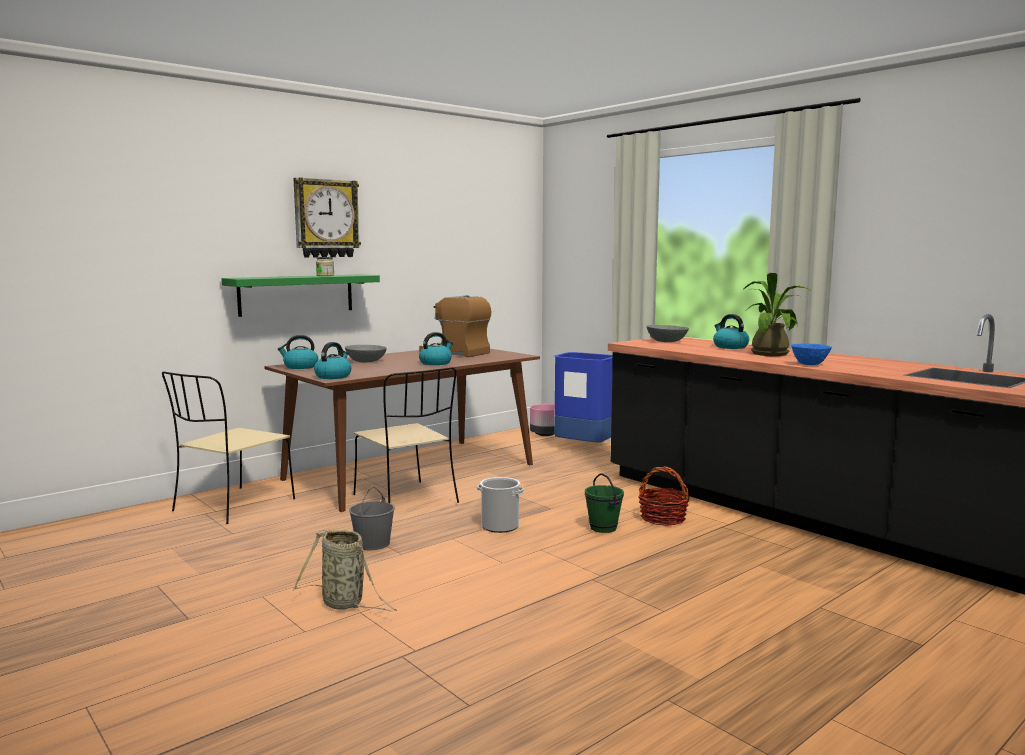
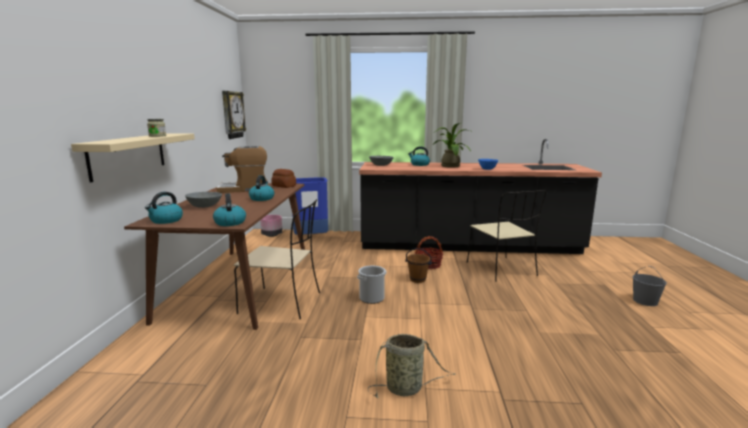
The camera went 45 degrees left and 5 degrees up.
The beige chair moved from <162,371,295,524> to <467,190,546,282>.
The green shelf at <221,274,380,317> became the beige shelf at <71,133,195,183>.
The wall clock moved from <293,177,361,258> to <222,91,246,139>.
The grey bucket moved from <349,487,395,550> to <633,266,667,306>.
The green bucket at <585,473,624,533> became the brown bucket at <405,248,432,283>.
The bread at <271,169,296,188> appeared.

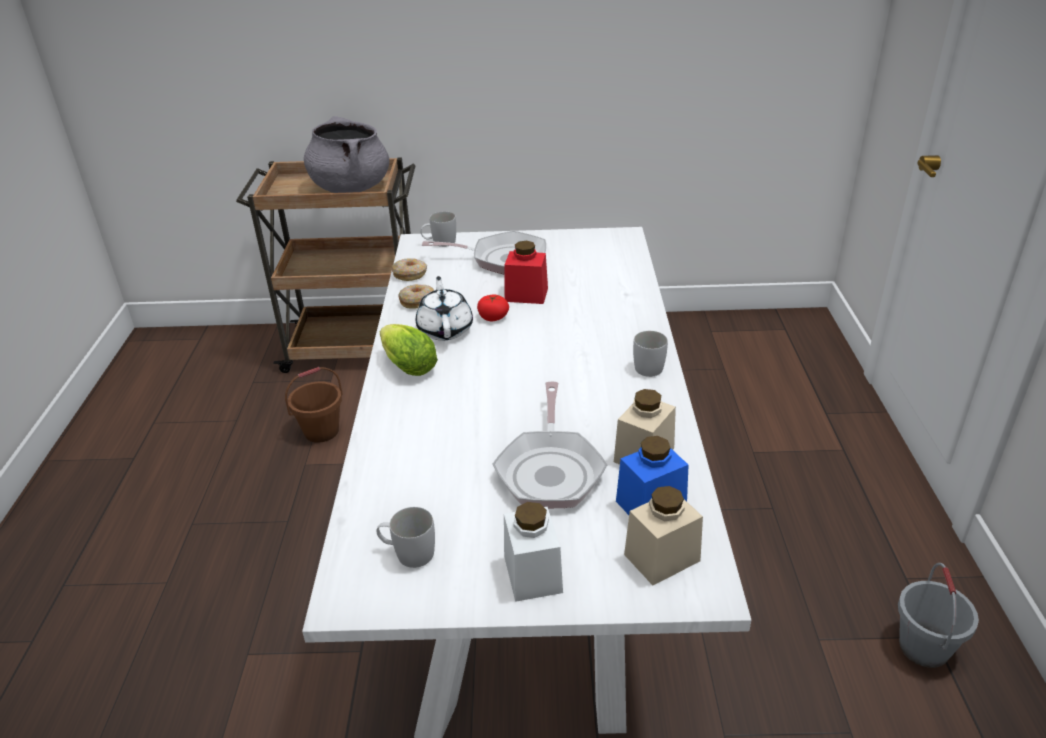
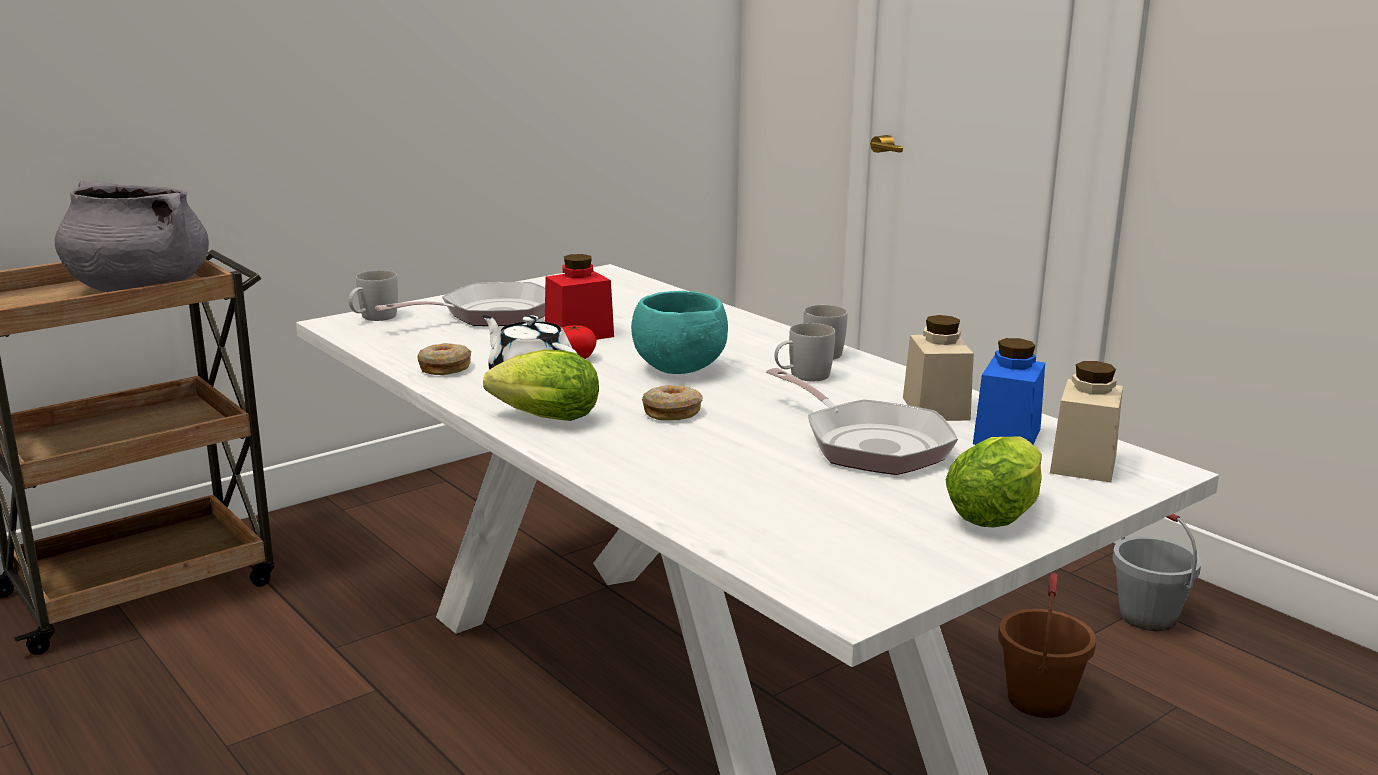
The camera went 40 degrees left and 15 degrees down.
The brown bucket moved from <285,367,342,443> to <999,573,1096,718>.
The white mug moved from <376,507,435,568> to <774,323,835,381>.
The donut moved from <392,258,427,281> to <642,385,703,420>.
The white jar at <504,502,563,602> was replaced by the lettuce at <946,436,1042,528>.
The turquoise bowl at <631,291,728,374> appeared.

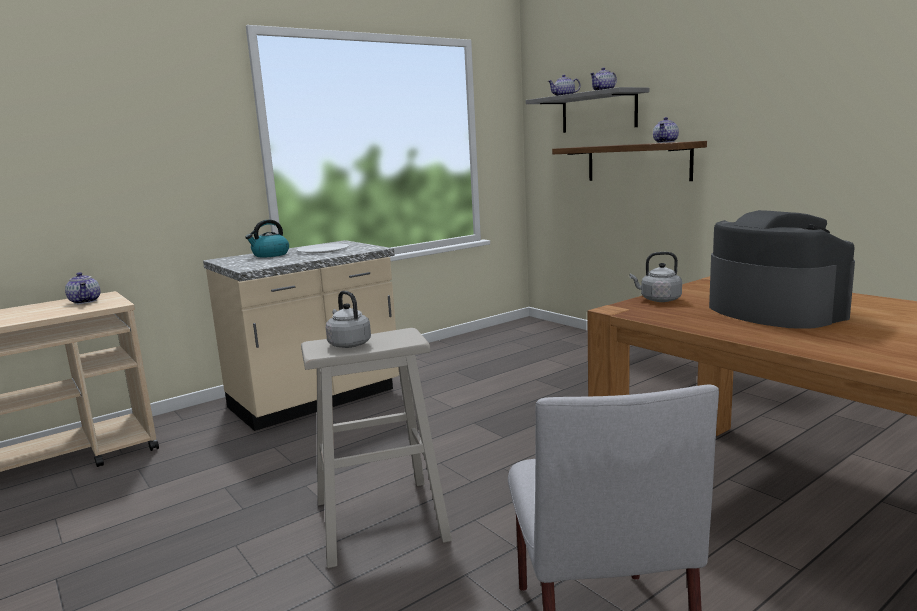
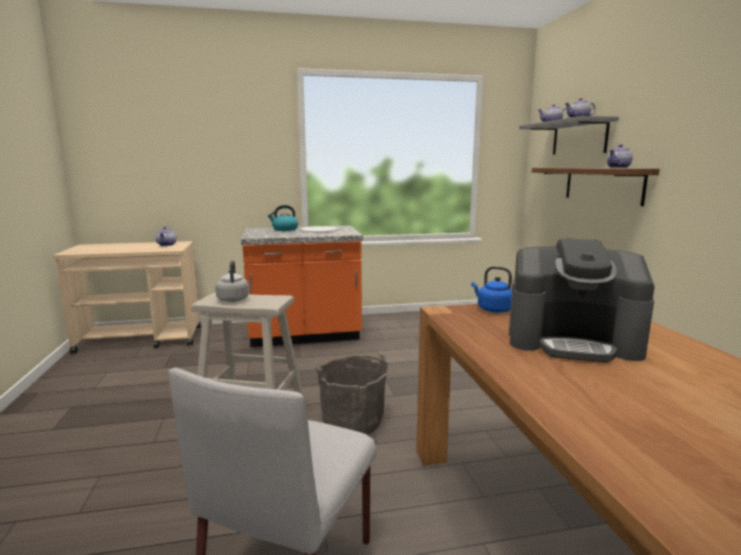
The camera went 25 degrees right and 0 degrees up.
The beige counter at <203,240,400,431> became the orange counter at <241,225,363,347>.
The grey kettle at <630,252,682,302> became the blue kettle at <471,266,512,313>.
The coffee machine at <709,210,855,329> turned 105 degrees clockwise.
The grey bucket at <315,355,388,435> appeared.

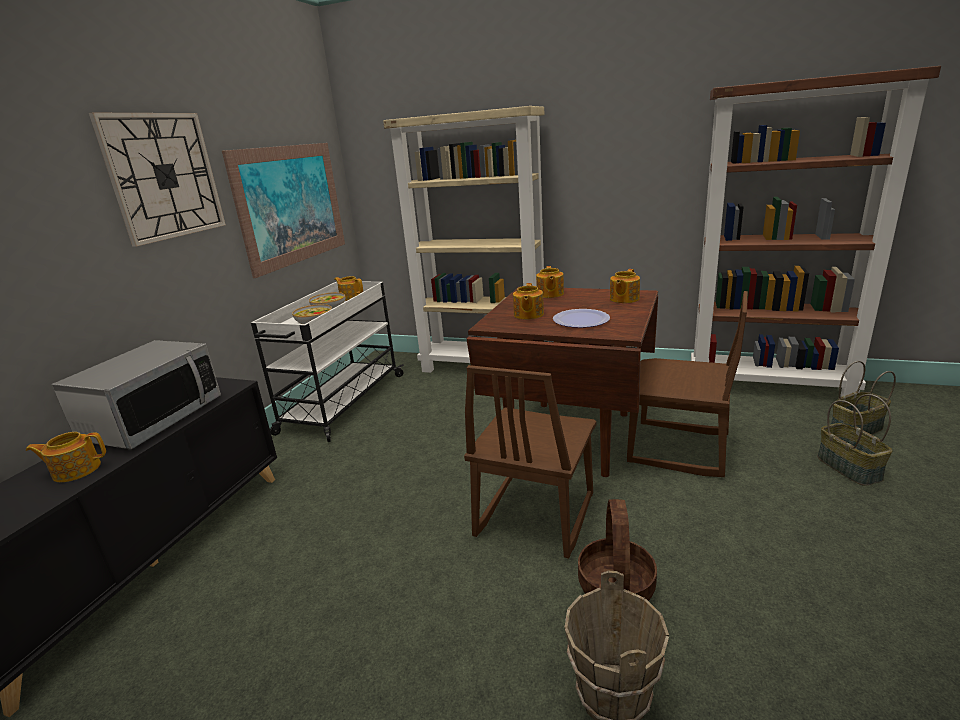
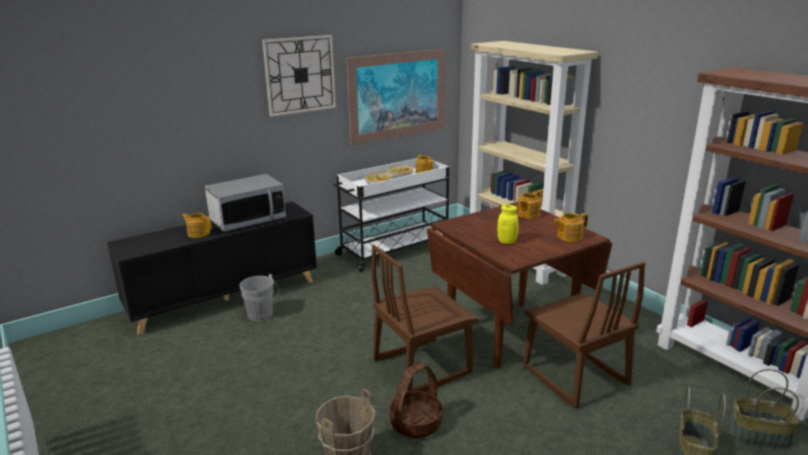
The camera went 35 degrees right and 0 degrees up.
The teapot at <513,283,544,319> disappeared.
The plate at <553,309,610,328> was replaced by the yellow jar at <497,205,518,244>.
The grey bucket at <239,274,279,321> appeared.

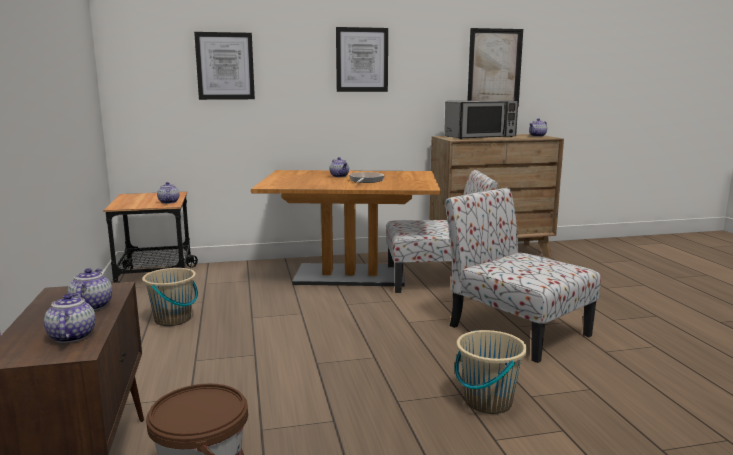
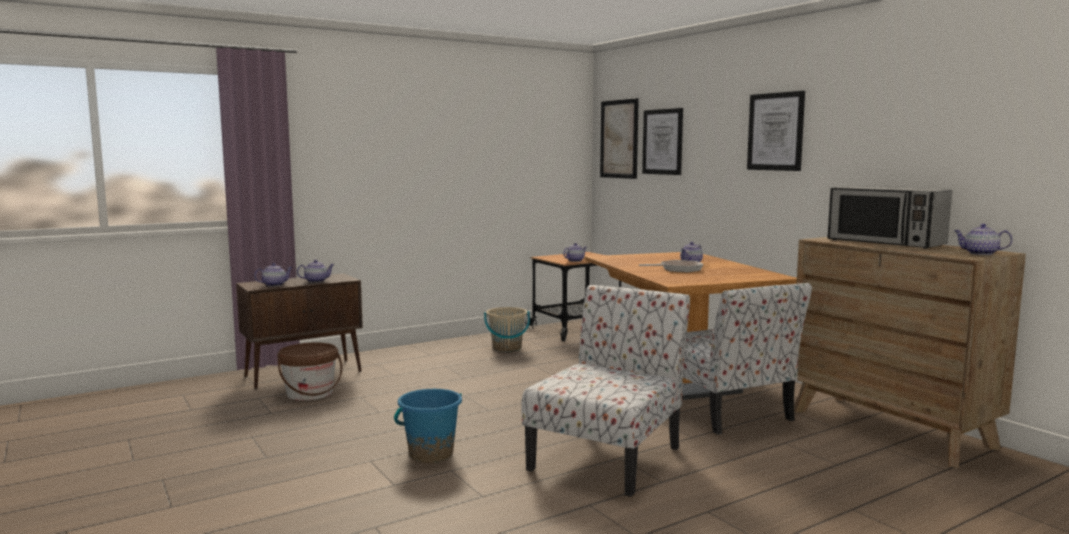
The camera went 70 degrees right and 5 degrees down.
The beige bucket at <455,330,527,414> became the blue bucket at <394,389,462,463>.
The picture moved from <467,28,523,107> to <600,98,639,179>.

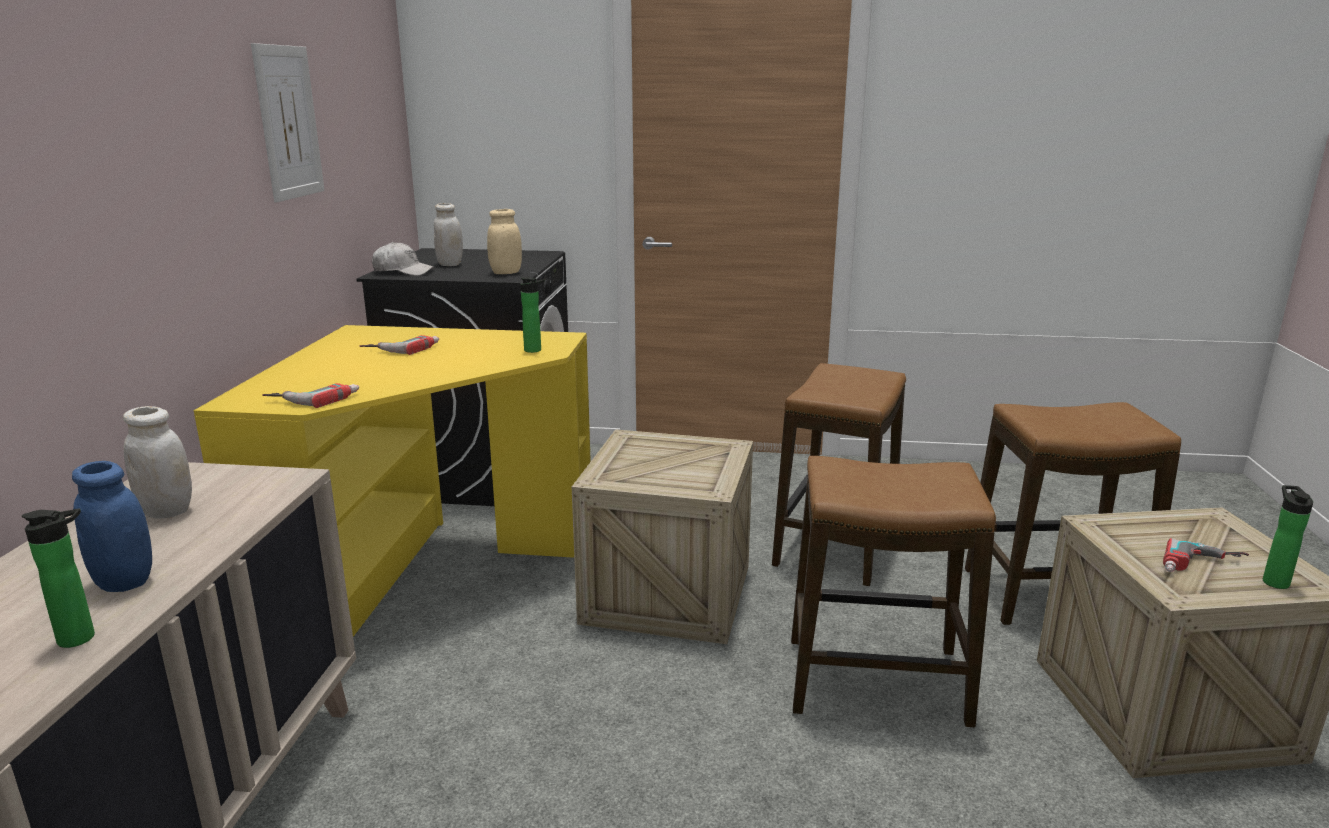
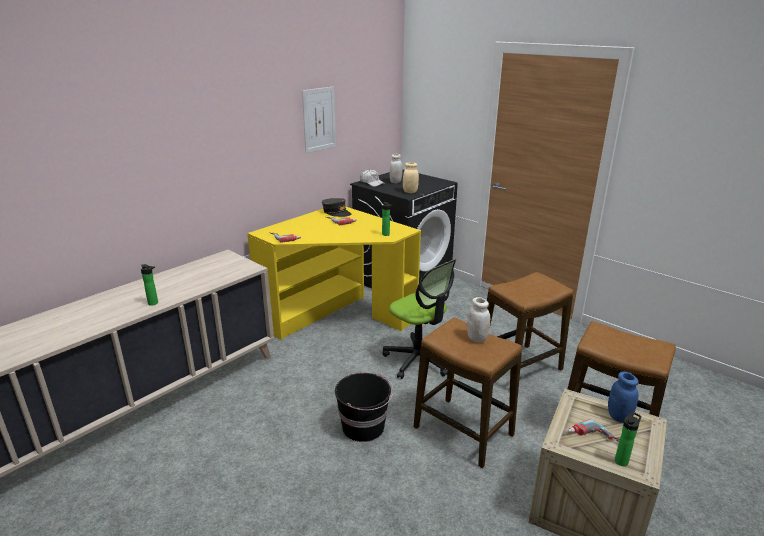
The camera went 35 degrees right and 5 degrees up.
The blue jar moved from <72,461,152,592> to <608,372,639,423>.
The white jar moved from <123,406,192,519> to <467,297,490,343>.
The crate at <572,429,753,644> was replaced by the office chair at <383,259,456,379>.
The grey cap at <322,198,351,217> appeared.
The black bucket at <335,373,394,442> appeared.

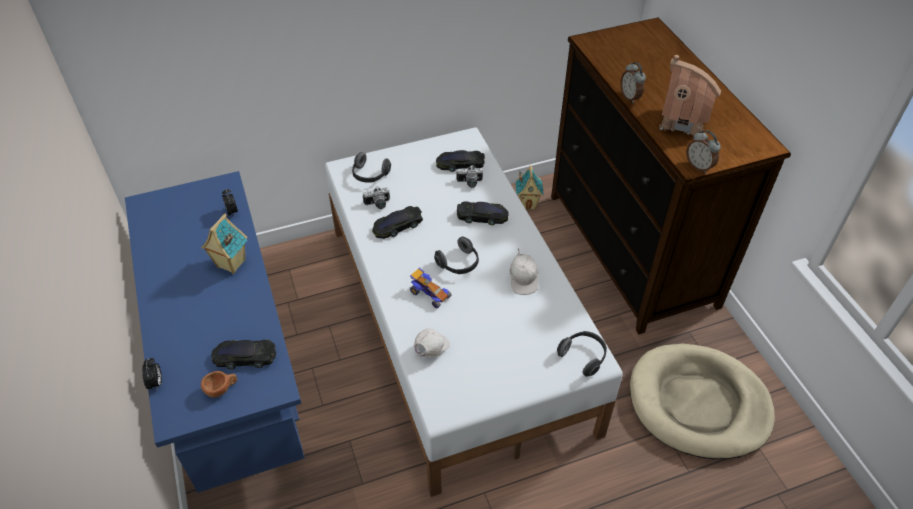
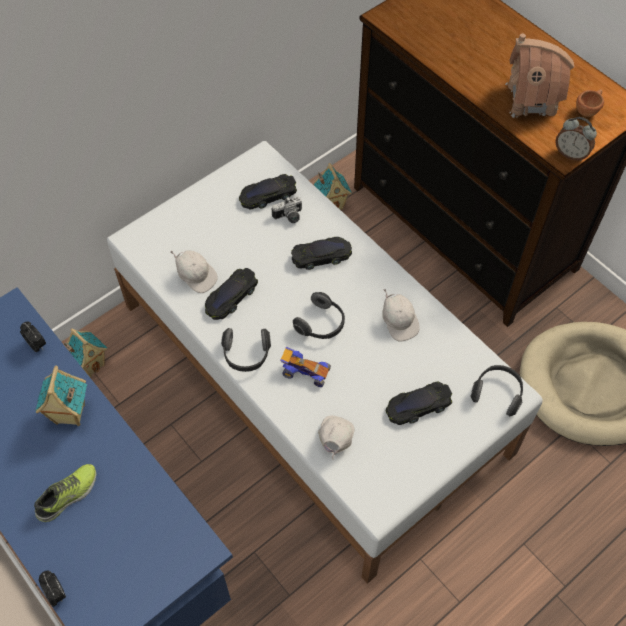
The camera went 20 degrees left and 10 degrees up.
The brown cup moved from <201,371,238,398> to <576,89,604,117>.
The black toy car moved from <211,340,276,369> to <386,381,452,425>.
The headphones moved from <352,152,391,183> to <221,328,271,372>.
The photo camera at <363,187,390,209> was replaced by the white cap at <170,250,218,293>.
The alarm clock at <621,62,646,103> disappeared.
The shoe at <34,464,96,522> appeared.
The toy house at <64,328,107,377> appeared.

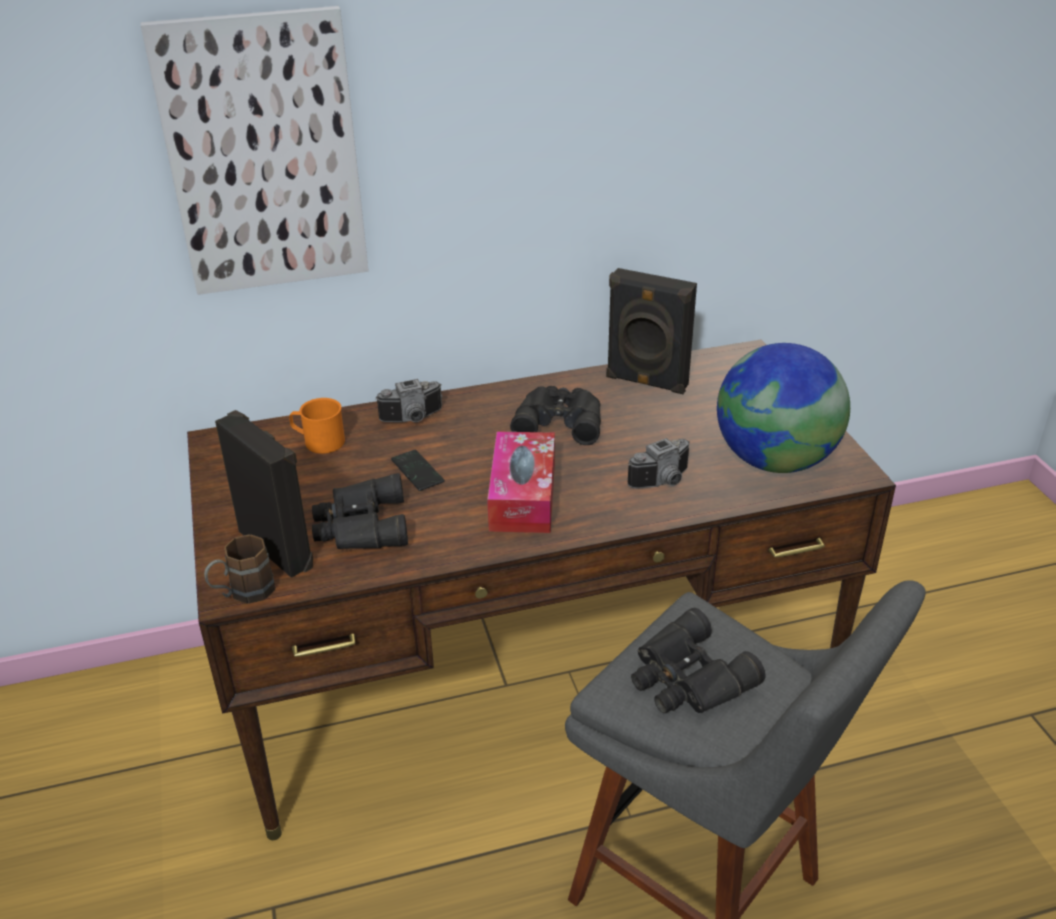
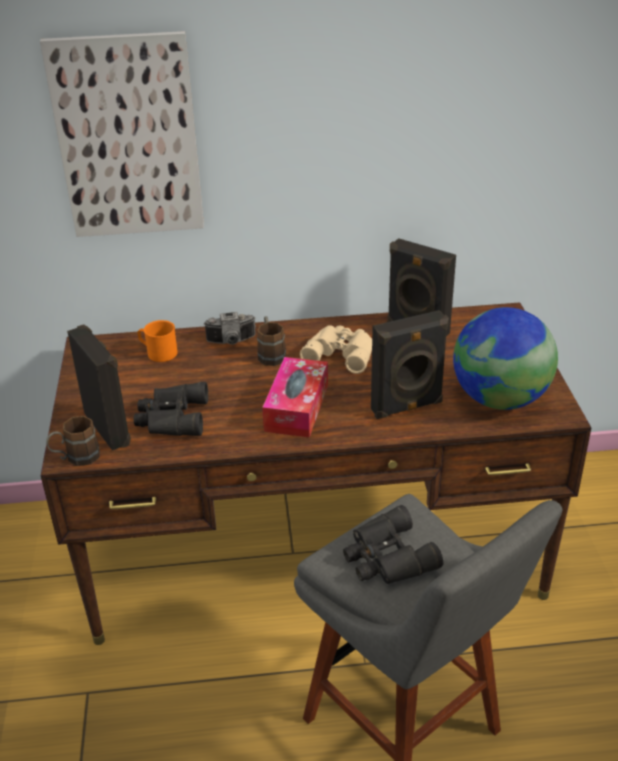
The camera went 10 degrees right and 0 degrees up.
The phone at <391,450,445,491> disappeared.
The black binoculars at <510,386,601,445> became the beige binoculars at <300,325,372,374>.
The photo camera at <627,438,690,489> was replaced by the black speaker at <371,310,449,419>.
The brown mug at <257,316,286,366> appeared.

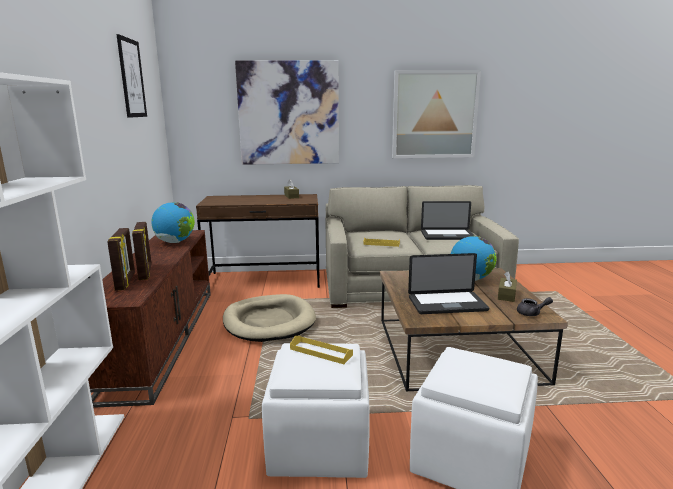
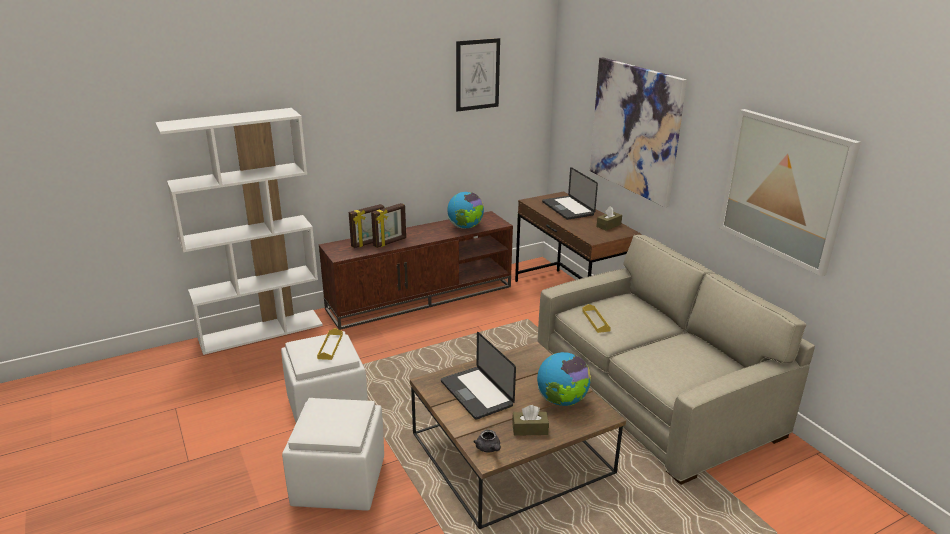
The camera went 65 degrees right and 10 degrees up.
The beige dog bed at <223,294,316,342> disappeared.
The laptop moved from <421,201,475,240> to <542,167,598,220>.

